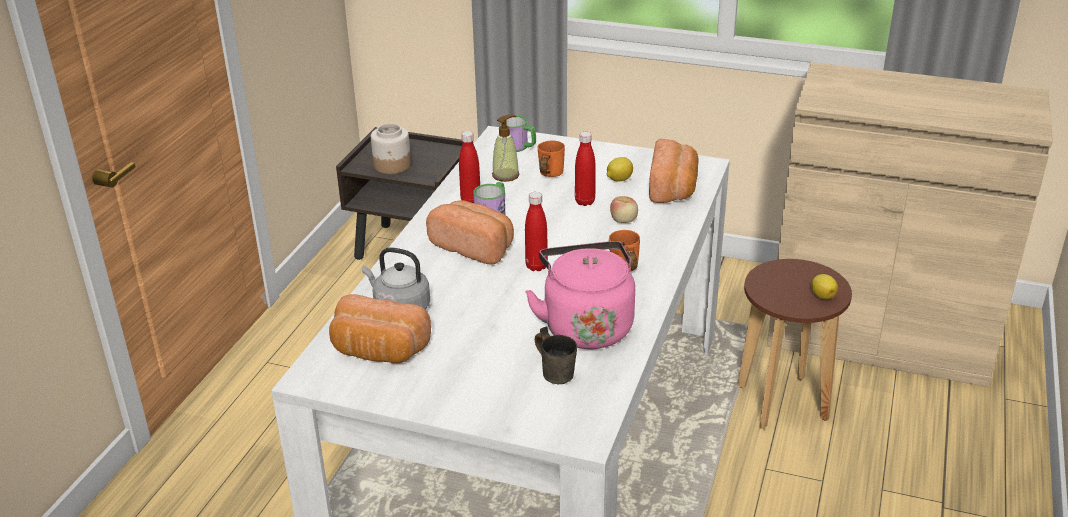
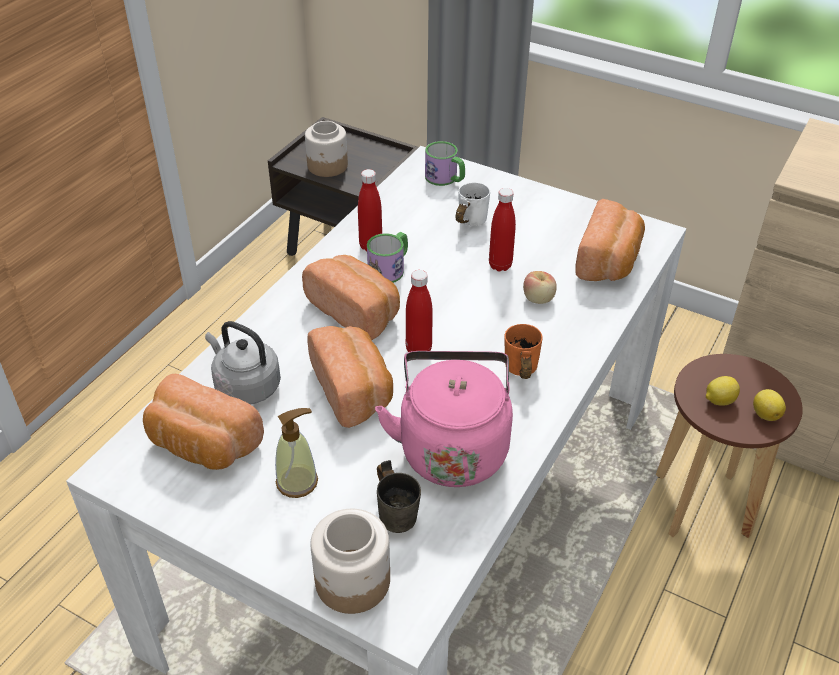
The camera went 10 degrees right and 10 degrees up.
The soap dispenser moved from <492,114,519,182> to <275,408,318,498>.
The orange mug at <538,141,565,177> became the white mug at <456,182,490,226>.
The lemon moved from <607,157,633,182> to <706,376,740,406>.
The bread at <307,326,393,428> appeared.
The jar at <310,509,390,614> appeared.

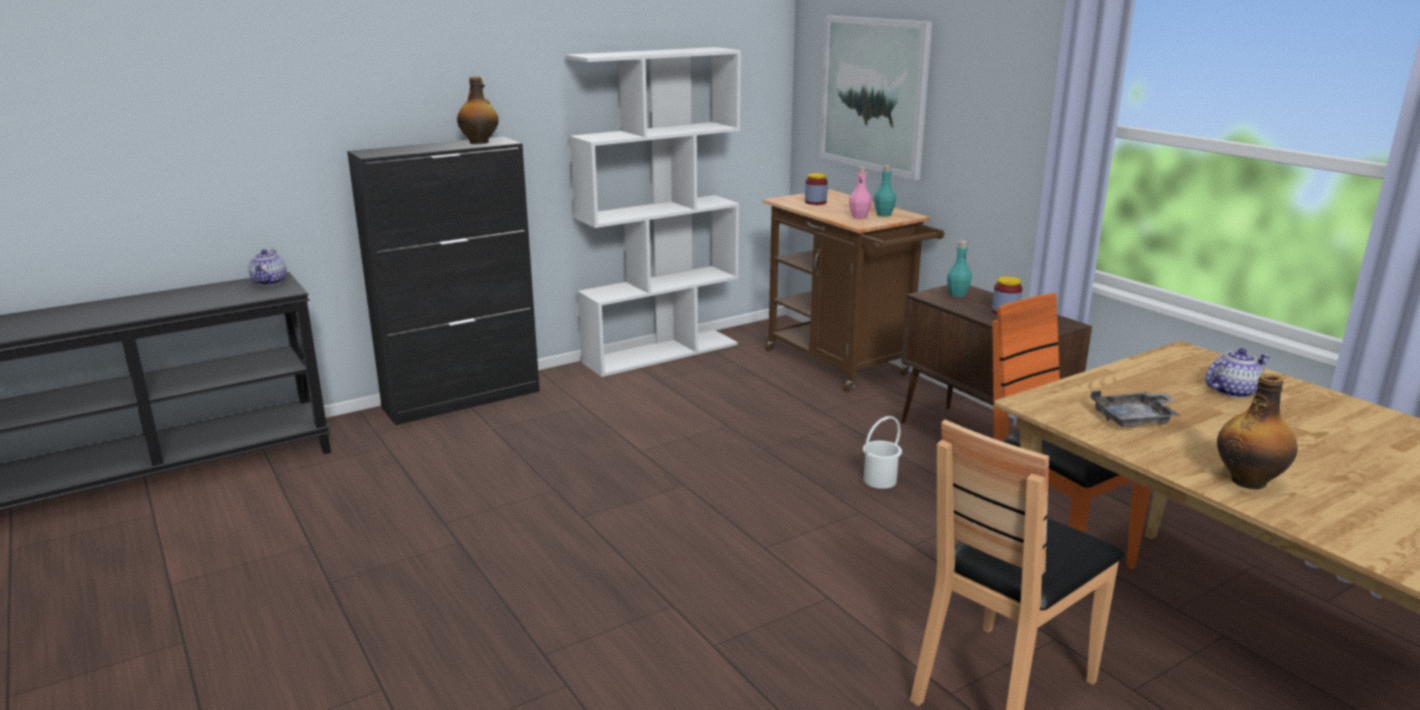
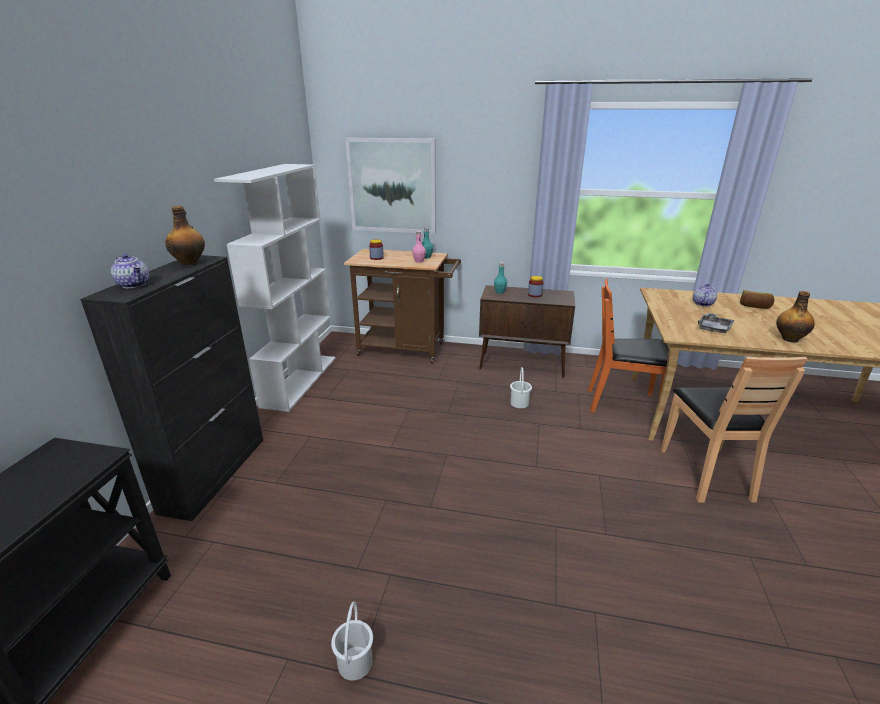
The camera went 45 degrees left and 5 degrees up.
The teapot moved from <248,249,287,286> to <111,254,149,288>.
The white bucket at <331,602,373,681> appeared.
The bread at <740,290,774,309> appeared.

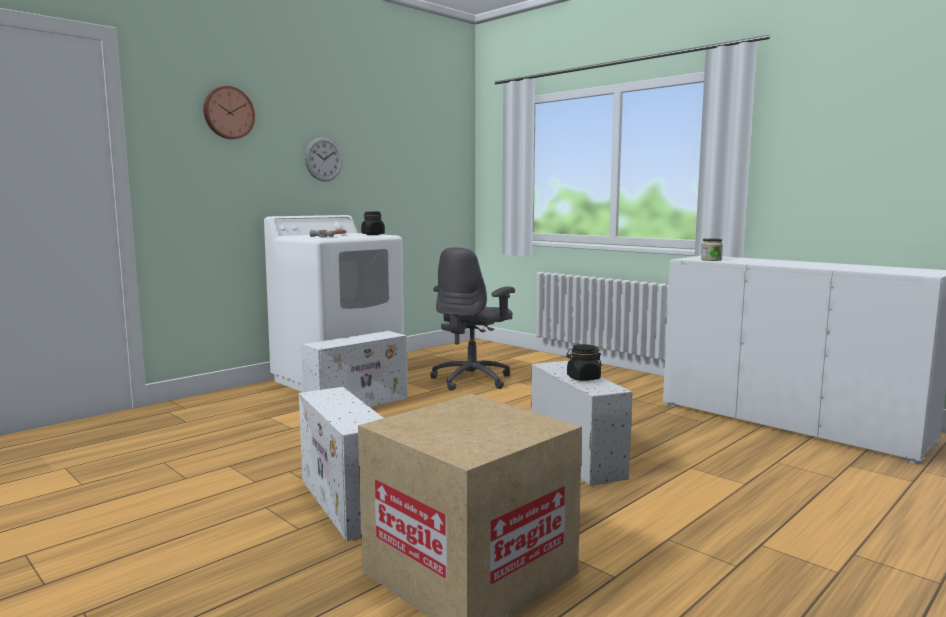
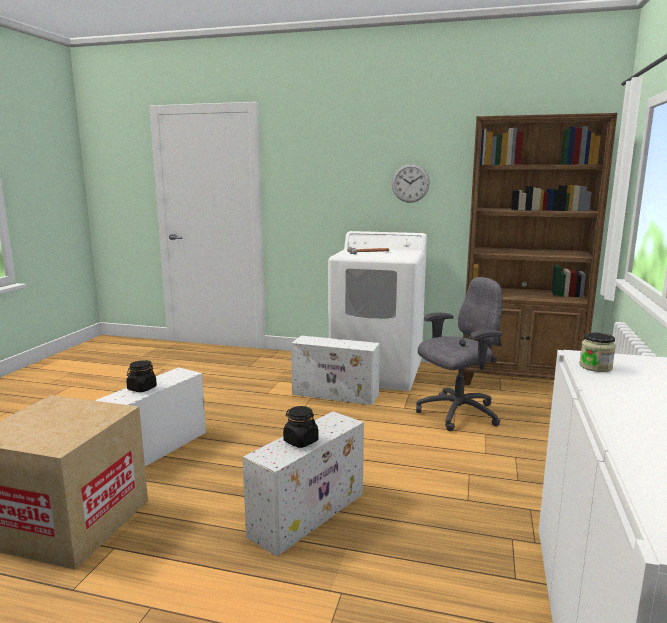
The camera went 60 degrees right and 5 degrees up.
The wall clock at <203,86,255,139> disappeared.
The black jar moved from <361,212,385,235> to <126,360,157,392>.
The grey office chair at <430,247,515,391> turned 150 degrees clockwise.
The brown bookcase at <463,113,617,385> appeared.

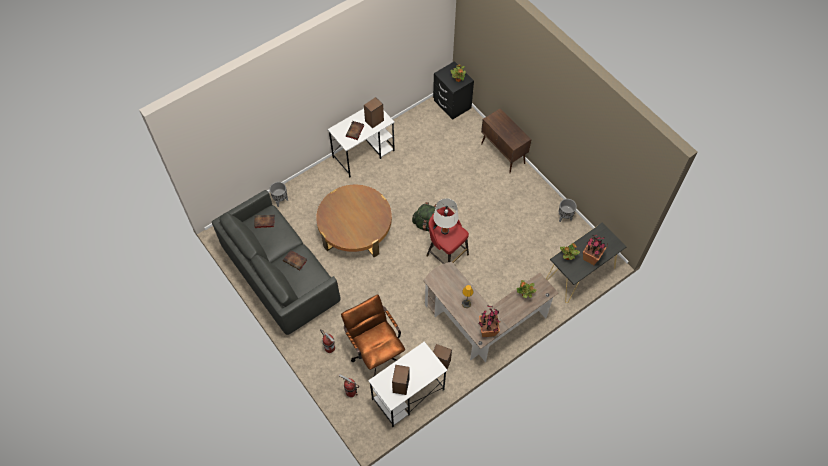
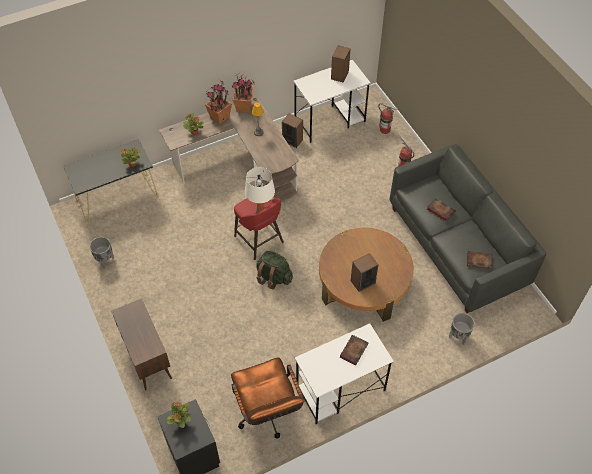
The camera went 170 degrees left and 5 degrees down.
The brown office chair moved from <341,295,405,377> to <231,357,305,439>.
The speaker moved from <364,97,384,129> to <351,253,378,292>.
The potted plant moved from <583,235,608,265> to <205,81,232,124>.

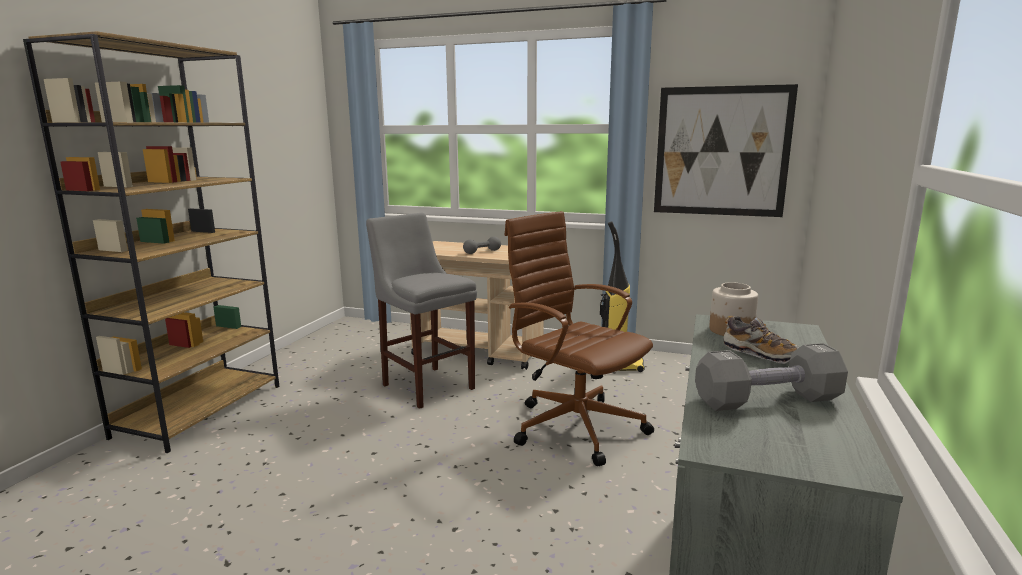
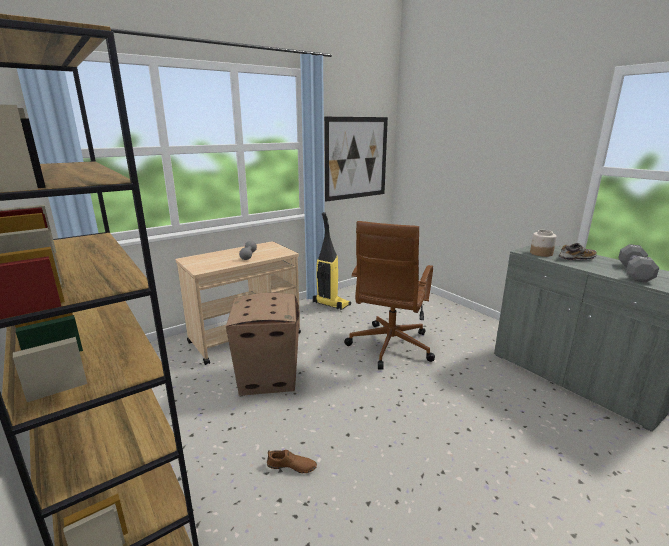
The camera went 55 degrees left and 5 degrees up.
The grey stool at <366,213,477,409> was replaced by the cardboard box at <226,293,300,396>.
The brown office chair at <505,211,654,466> turned 60 degrees counterclockwise.
The brown shoe at <267,450,317,473> appeared.

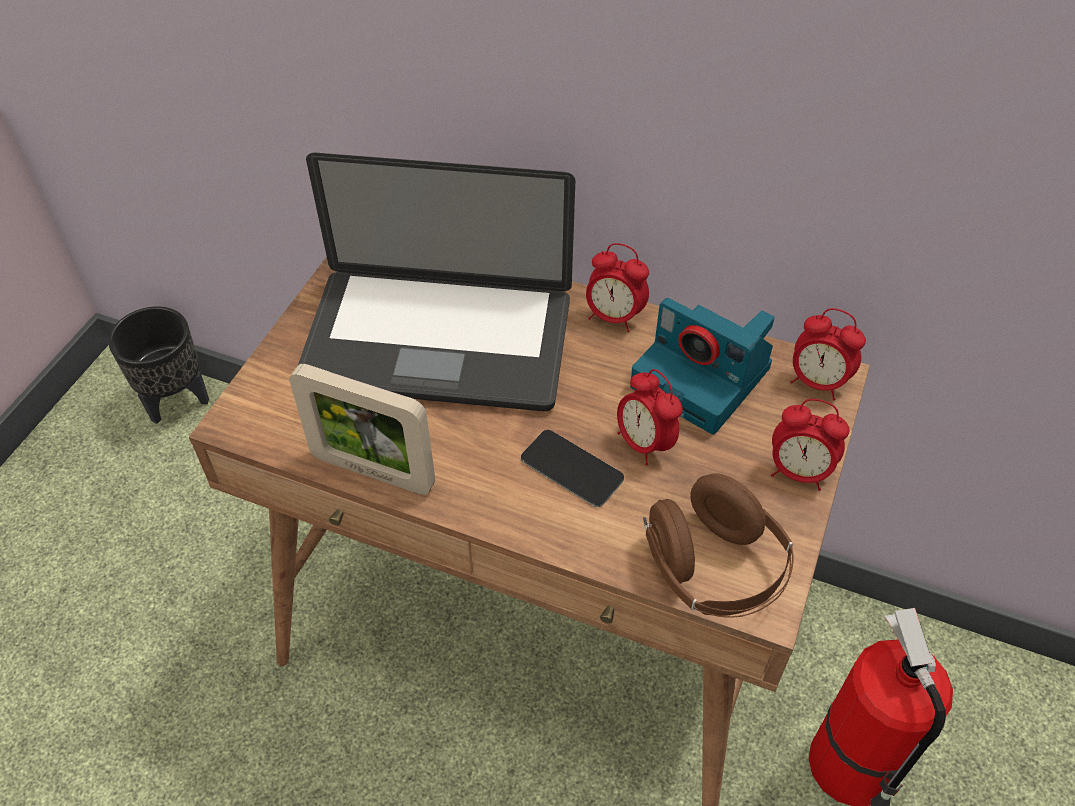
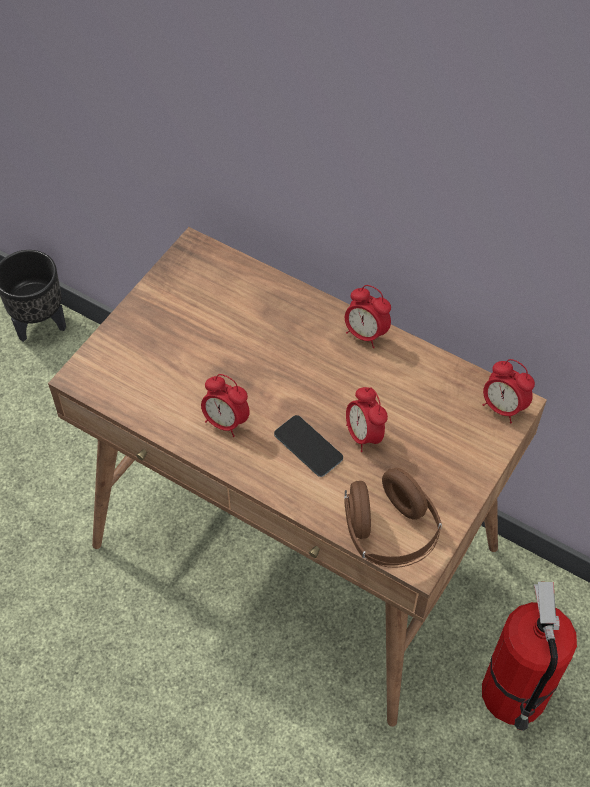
The camera went 10 degrees right and 5 degrees up.
The picture frame at <289,364,435,495> disappeared.
The laptop at <298,153,575,411> disappeared.
The photo camera at <630,298,775,435> disappeared.
The alarm clock moved from <771,399,849,491> to <201,374,250,437>.

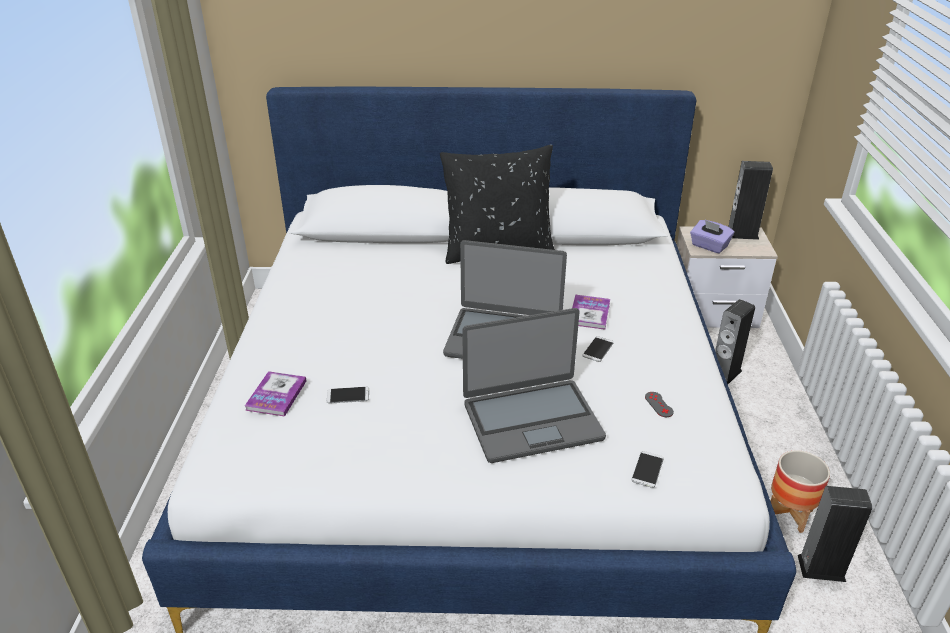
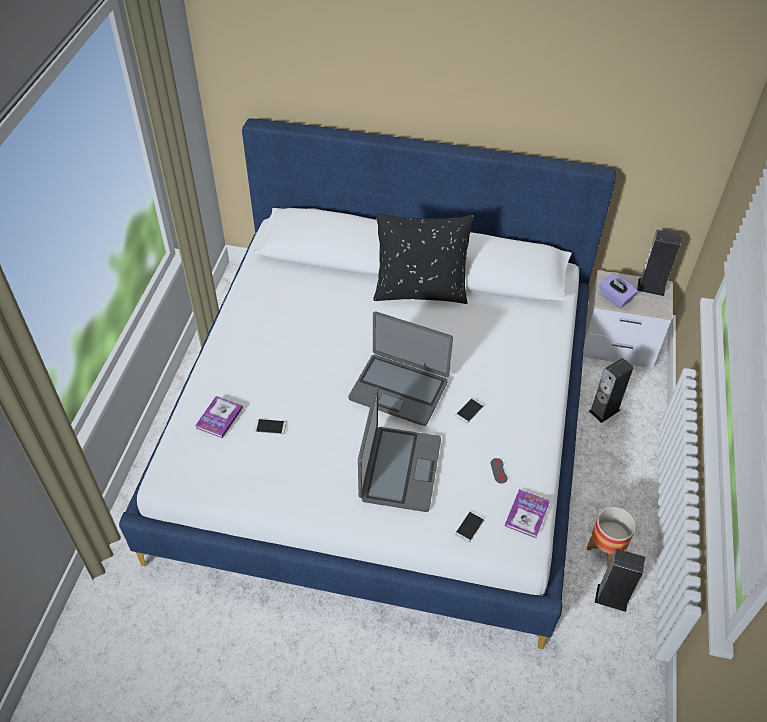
The camera went 10 degrees right and 15 degrees up.
The laptop at <462,308,606,463> turned 75 degrees counterclockwise.
The book moved from <572,295,610,330> to <505,489,550,538>.

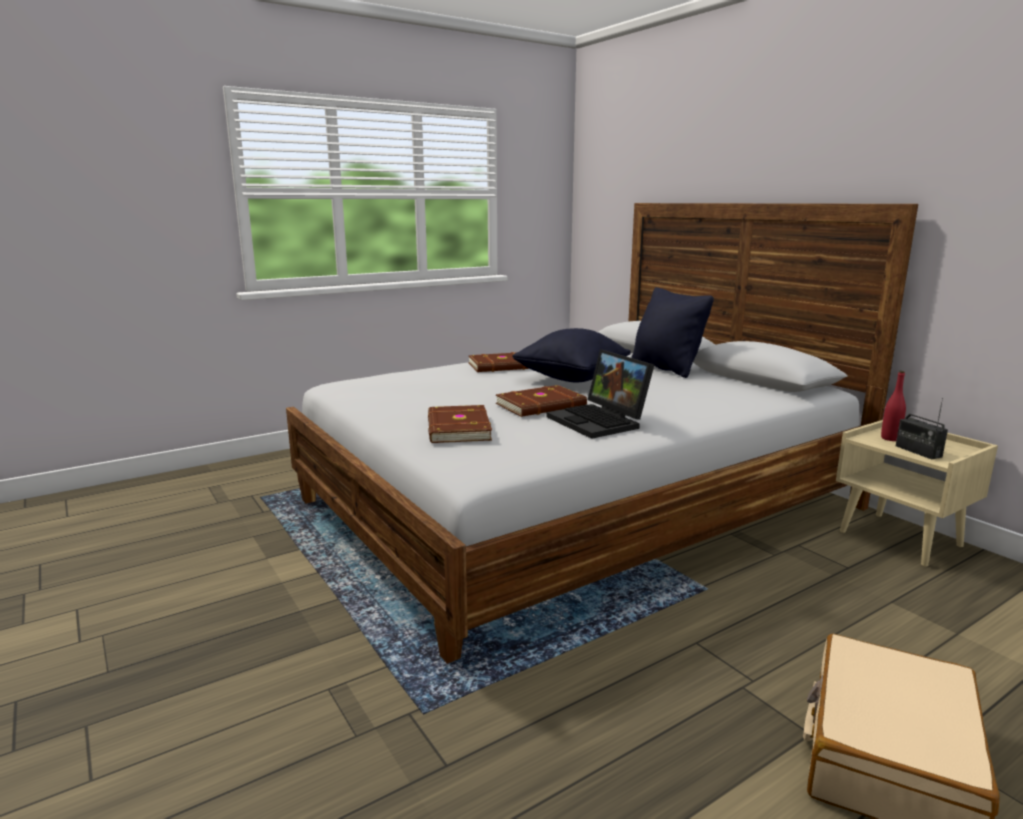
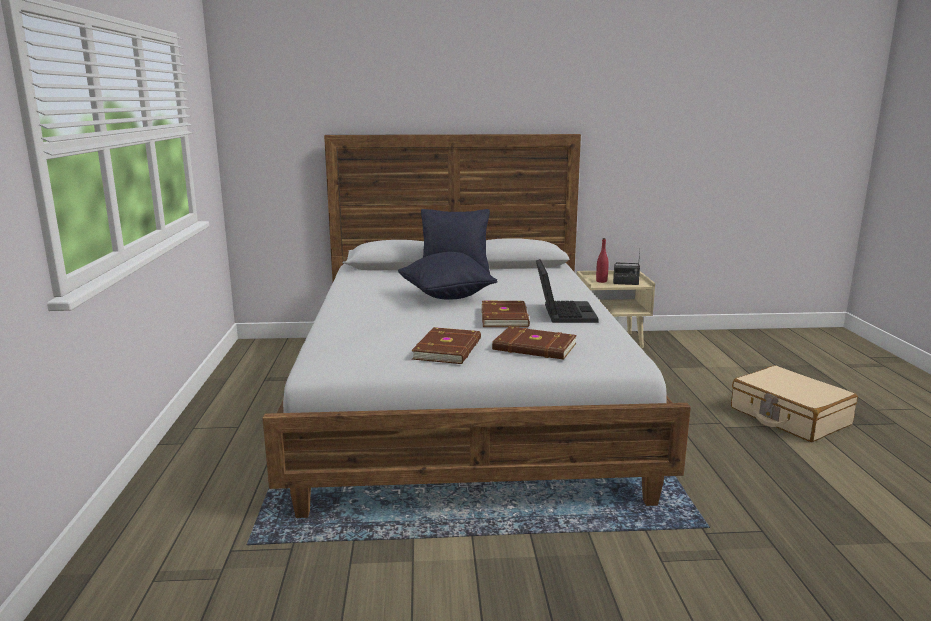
The camera went 60 degrees left and 0 degrees up.
The brown book moved from <469,352,529,372> to <411,327,481,364>.
The laptop at <546,349,654,439> turned 90 degrees counterclockwise.

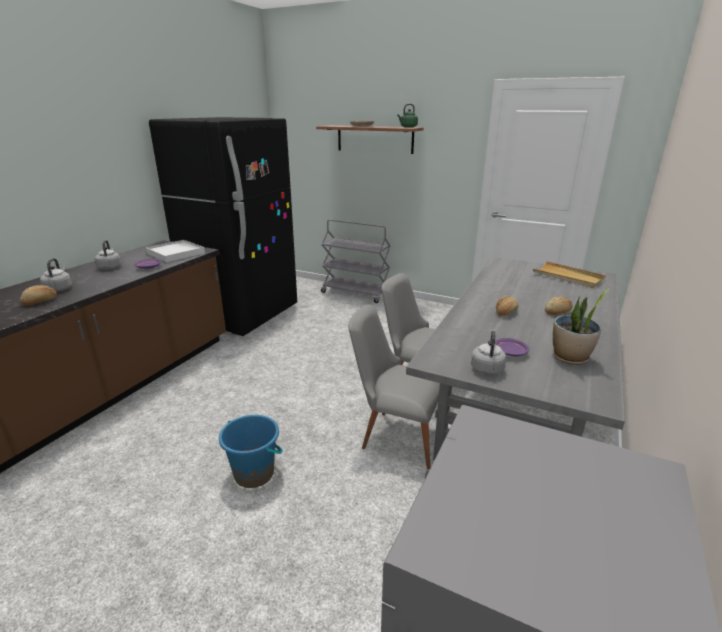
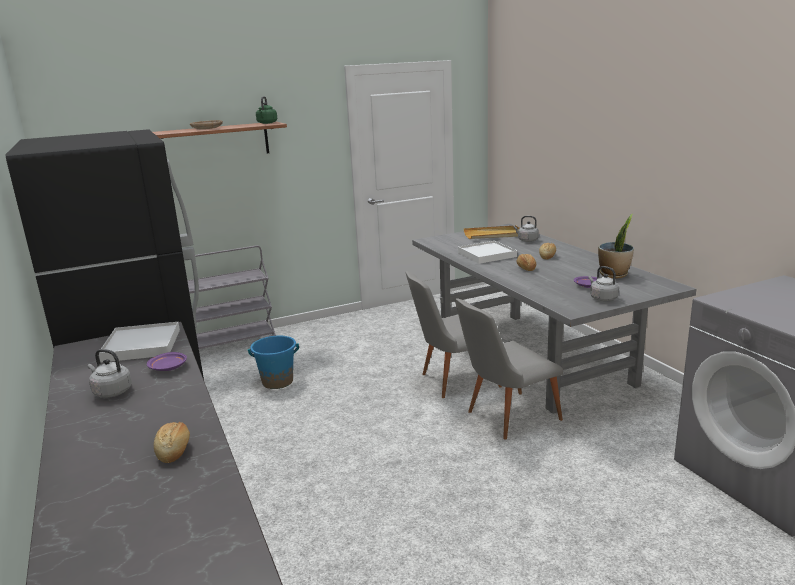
The camera went 50 degrees left and 5 degrees down.
The grey kettle moved from <40,258,72,292> to <513,216,539,242>.
The blue bucket moved from <219,415,283,488> to <248,336,299,389>.
The white tray at <458,241,517,264> appeared.

